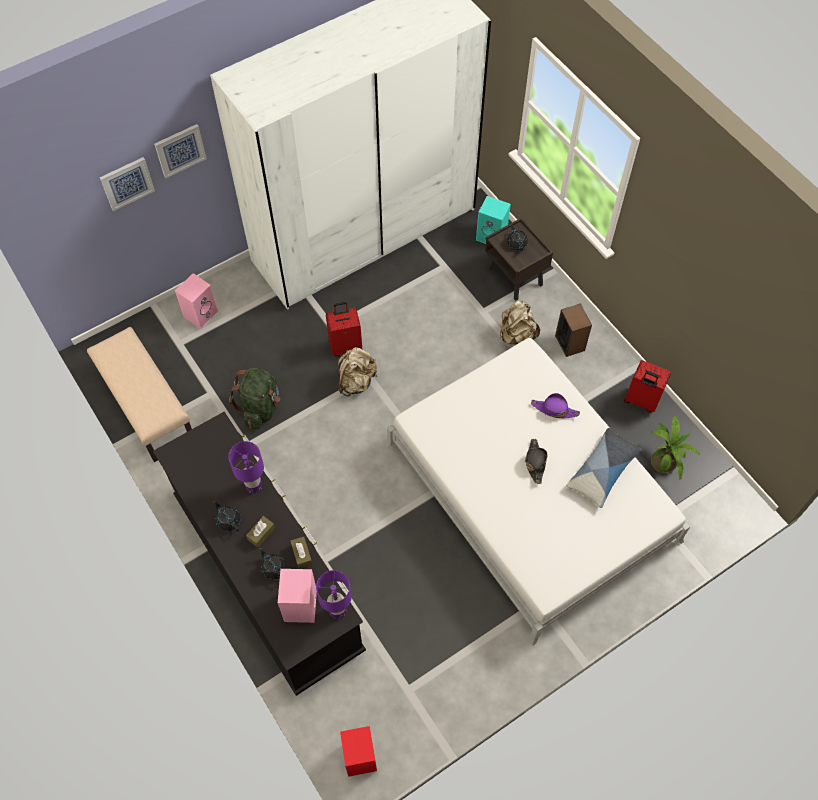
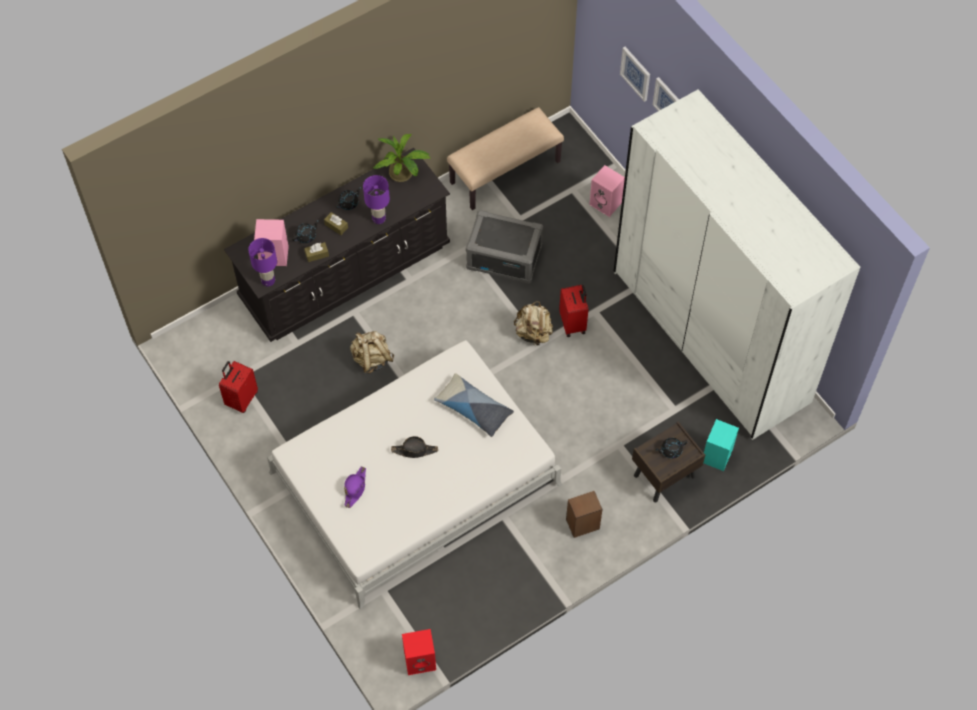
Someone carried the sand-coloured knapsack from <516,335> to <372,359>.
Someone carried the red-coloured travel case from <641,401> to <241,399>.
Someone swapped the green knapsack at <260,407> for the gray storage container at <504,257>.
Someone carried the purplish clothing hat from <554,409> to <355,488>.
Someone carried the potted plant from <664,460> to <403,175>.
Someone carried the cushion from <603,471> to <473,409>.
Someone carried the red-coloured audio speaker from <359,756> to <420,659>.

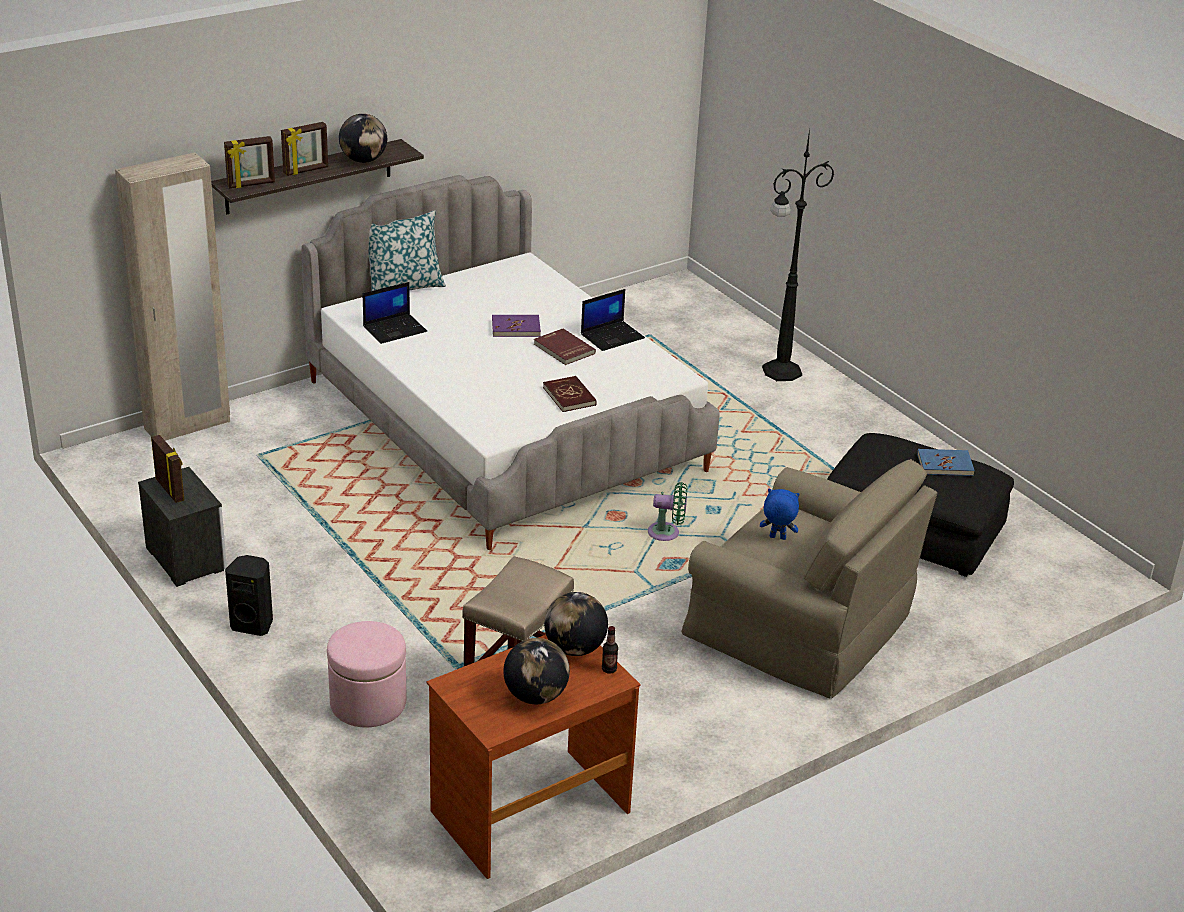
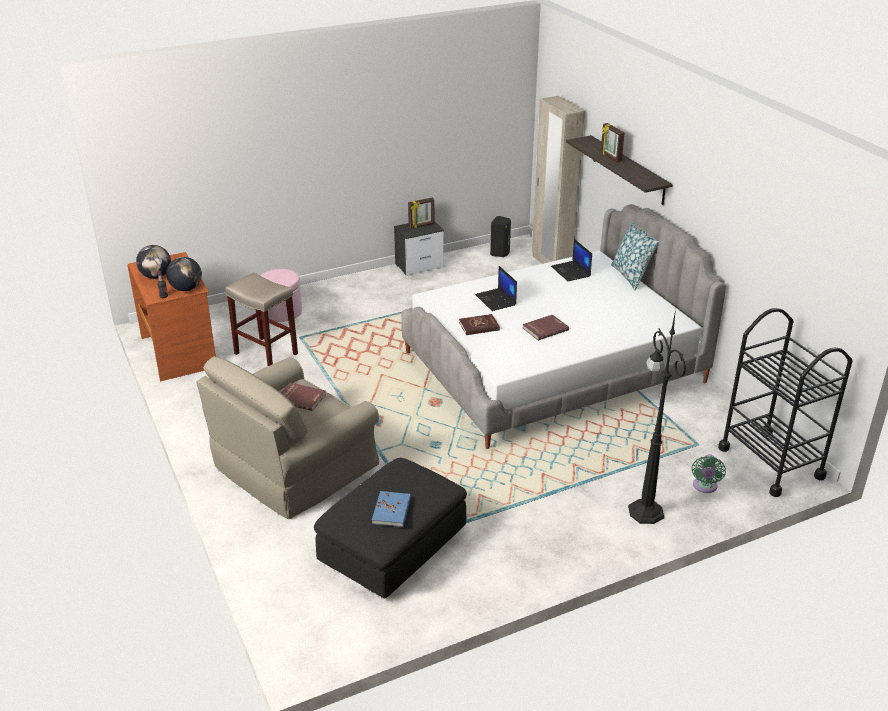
Someone took away the world globe at <363,160>.
Someone took away the standing frame at <251,184>.
Someone carried the notebook computer from <612,336> to <496,300>.
Someone took away the purplish bound book at <516,328>.
Someone carried the green fan from <667,533> to <704,487>.
Someone swapped the bluish soft toy at <777,538> for the red-coloured bound book at <301,398>.
Someone carried the blackish audio speaker from <253,624> to <500,253>.
Someone put down the blackish cart at <770,462>.

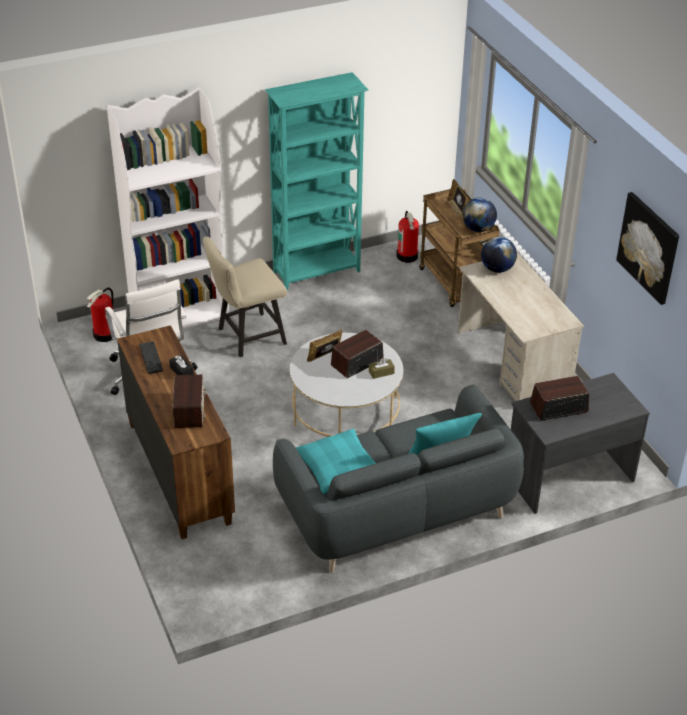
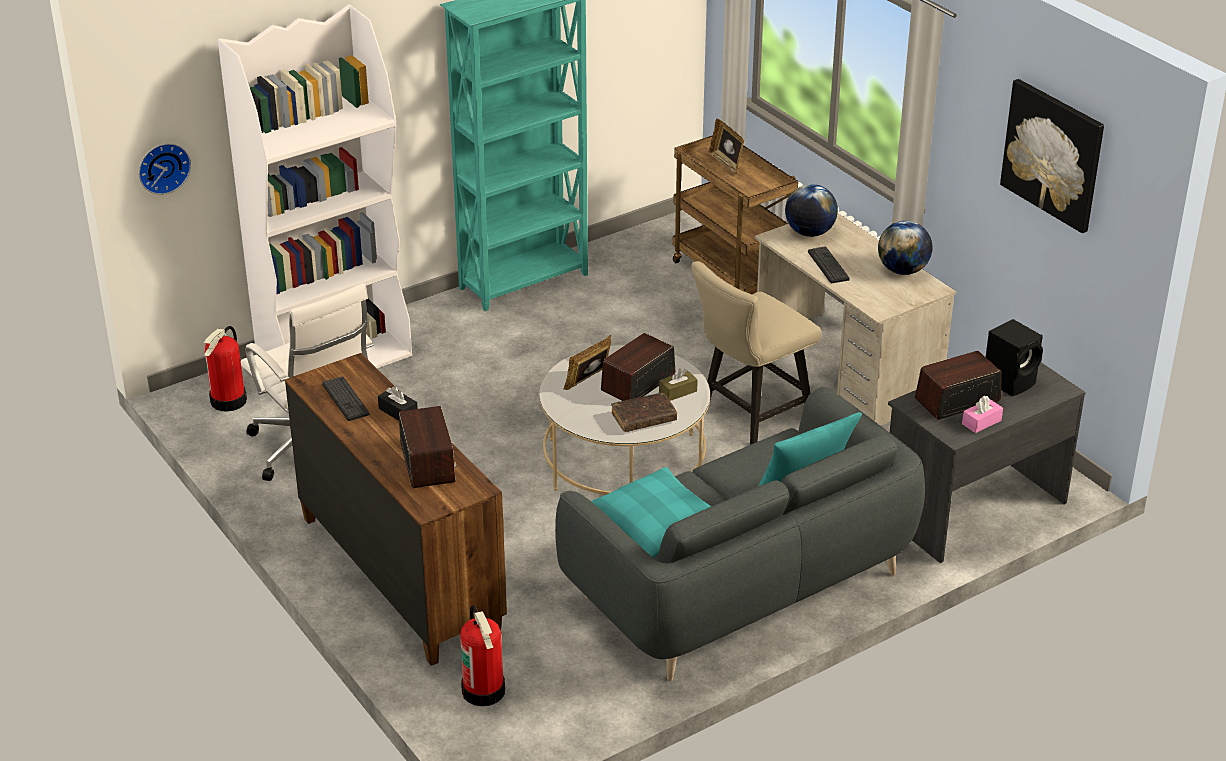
Someone carried the world globe from <478,229> to <903,270>.
Someone carried the fire extinguisher from <407,256> to <484,691>.
Someone carried the sand-coloured plain chair from <247,337> to <749,416>.
Someone put up the clock on the wall at <163,167>.
Someone put down the computer keyboard at <828,265>.
Someone put down the blackish audio speaker at <1010,381>.
Someone put down the brown bound book at <644,418>.
Someone put down the pink-coloured box of tissues at <981,422>.

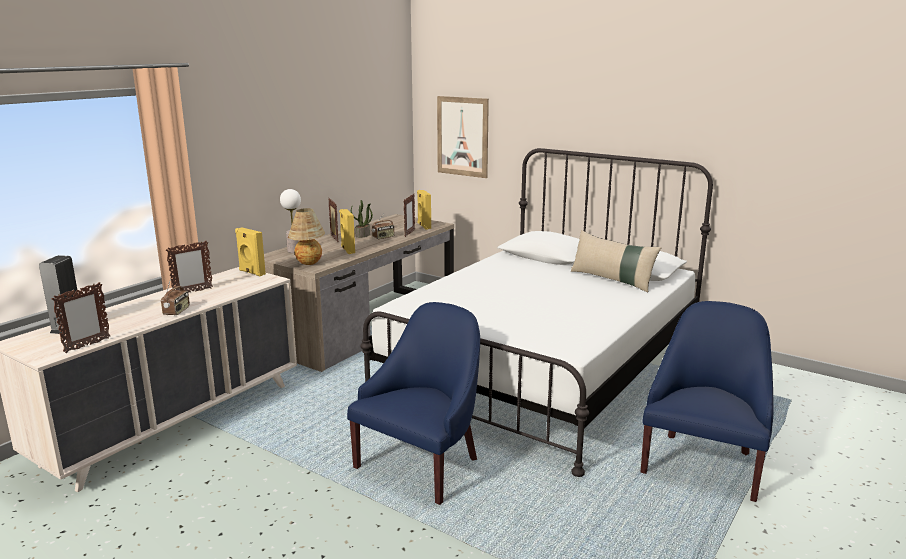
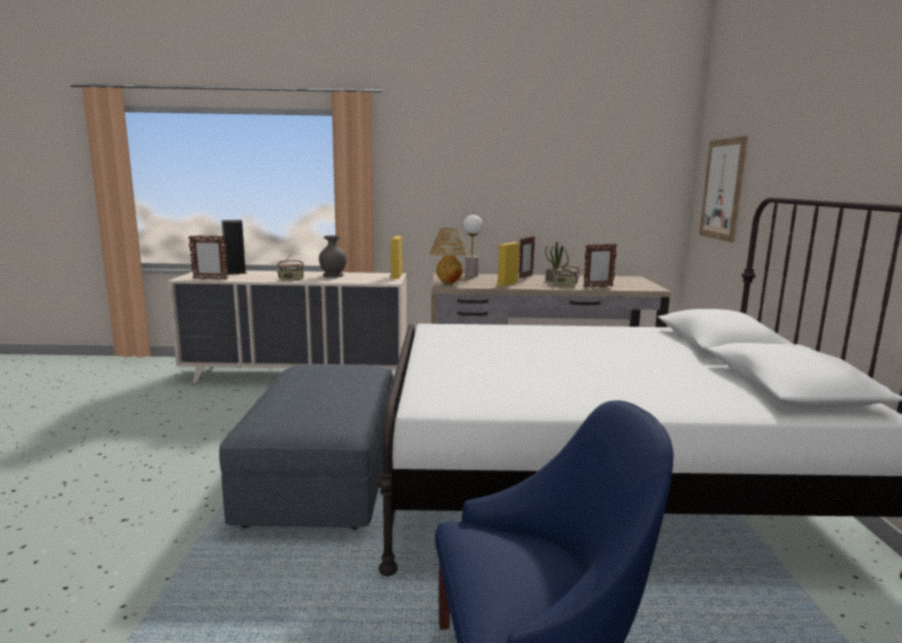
Someone took away the yellow audio speaker at <423,226>.
Someone took away the sand-coloured cushion at <612,280>.
Someone swapped the standing frame at <192,292> for the gray decorative vase at <333,275>.
Someone swapped the bluish easy chair at <422,464> for the gray pouffe at <323,475>.

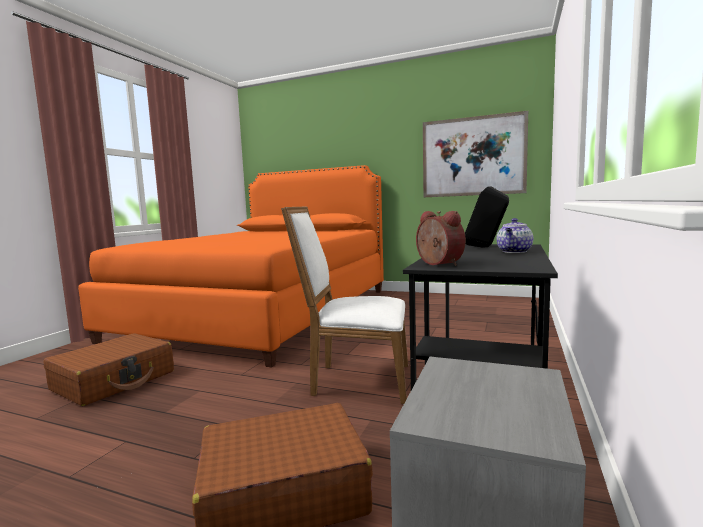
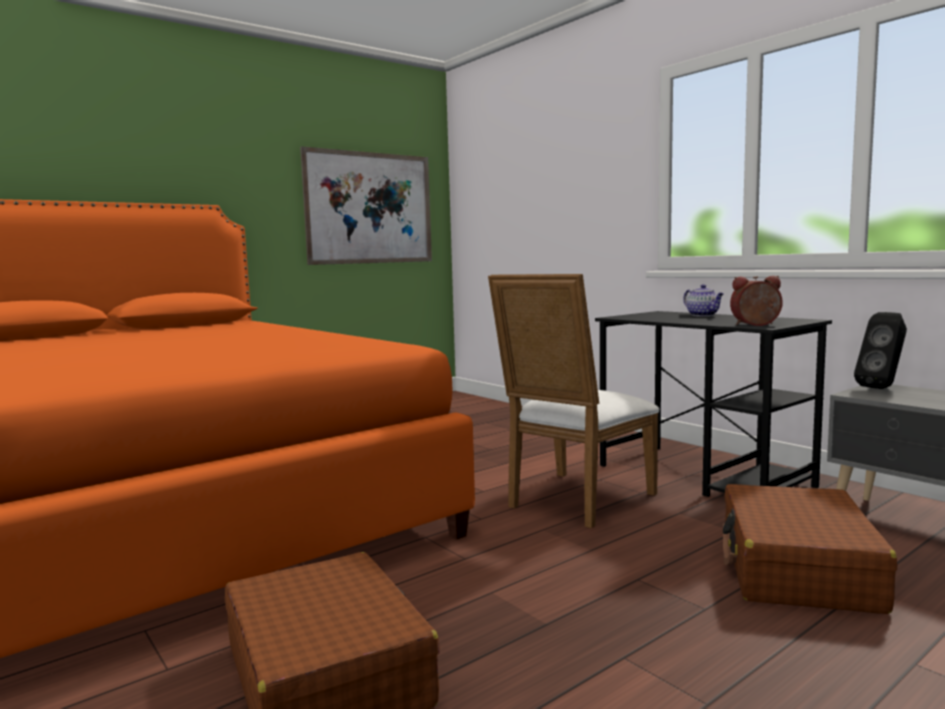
Someone carried the blackish audio speaker from <485,247> to <882,388>.

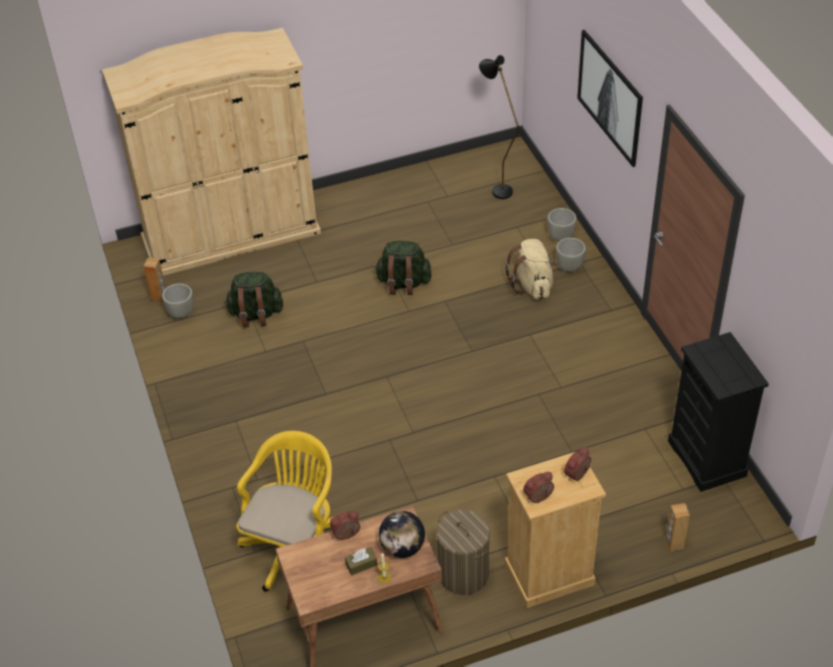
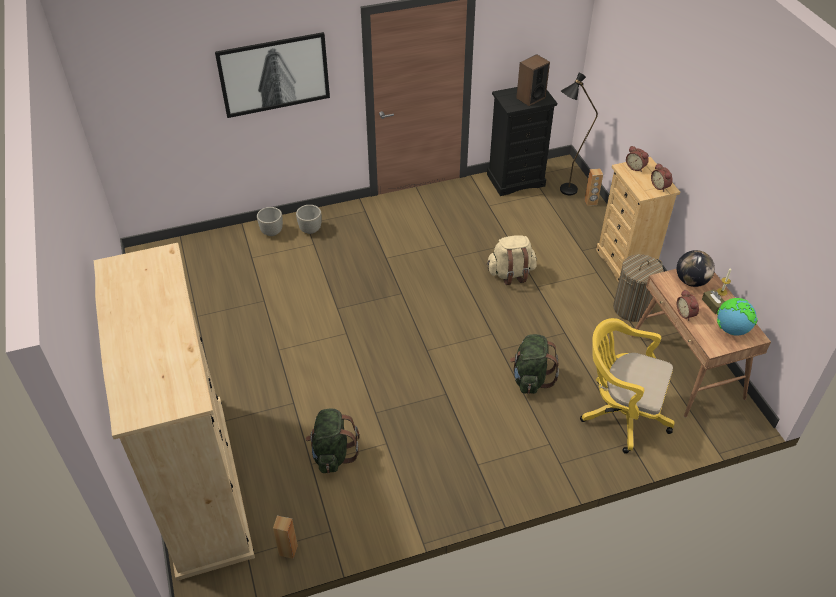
Someone carried the blackish standard lamp from <497,188> to <563,192>.
Someone carried the sand-coloured knapsack from <532,285> to <510,273>.
Someone carried the green knapsack from <403,283> to <530,378>.
Someone took away the gray plant pot at <181,313>.
Someone put down the audio speaker at <530,98>.
Someone put down the world globe at <731,329>.

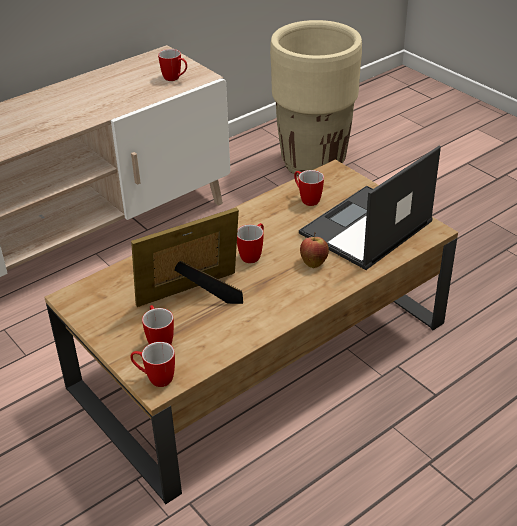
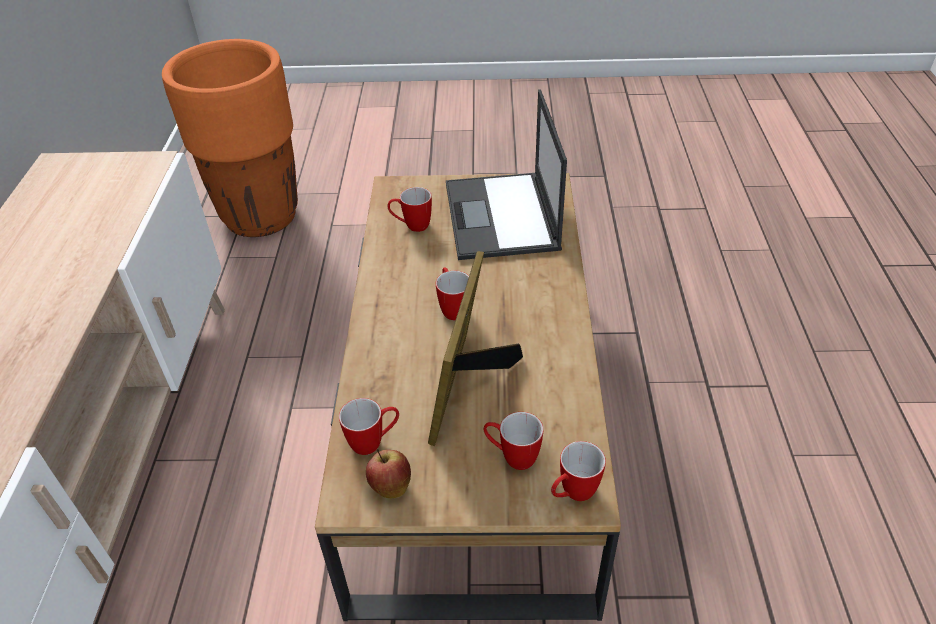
Someone repainted the sand-coloured plant pot at <313,164>, which became the orangey plant pot at <261,216>.
Someone carried the mug from <175,79> to <374,442>.
Someone carried the apple from <313,262> to <390,486>.

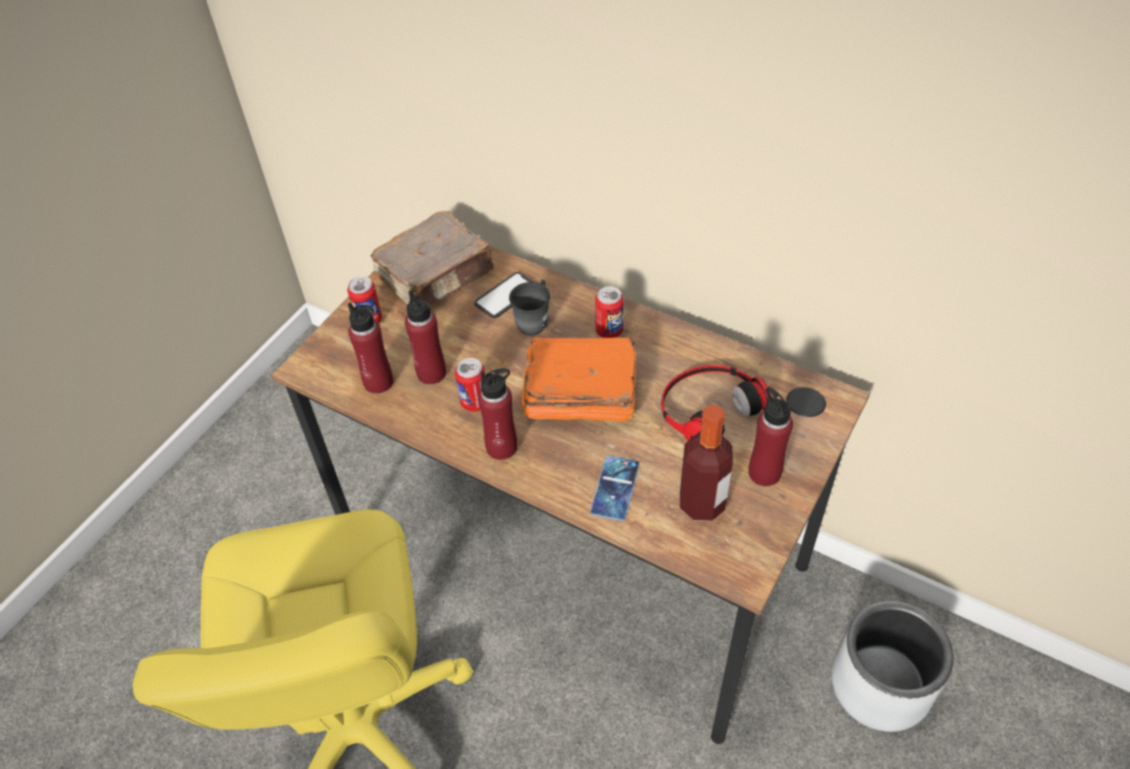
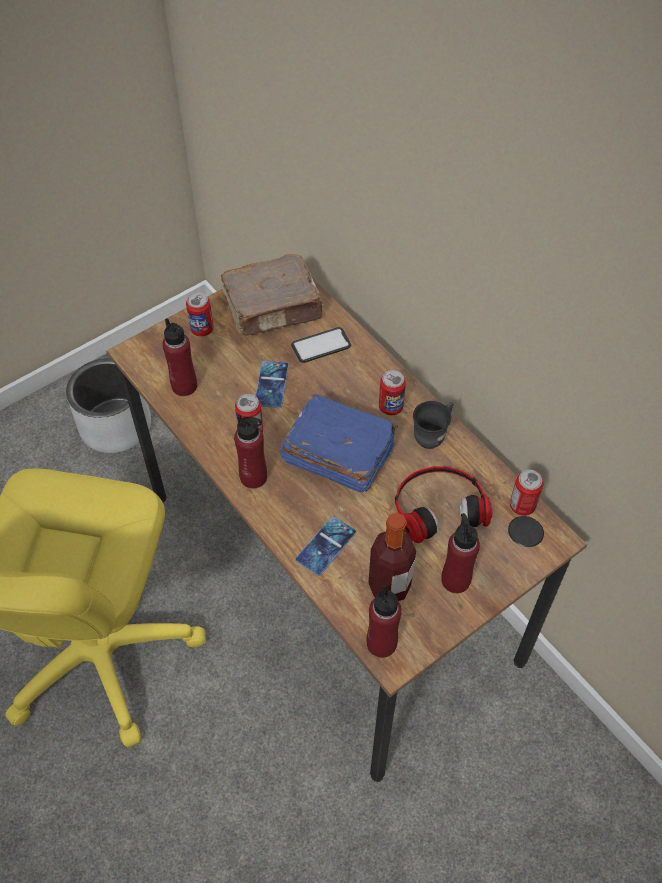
Someone carried the gray mug from <535,321> to <433,435>.
Someone carried the red-coloured drink bottle from <431,373> to <381,643>.
Someone repainted the orangey bound book at <578,393>, which became the bluish bound book at <337,453>.
Someone carried the gray plant pot from <881,686> to <116,426>.
Someone put down the handset at <271,384>.
Someone put down the metal can at <522,506>.

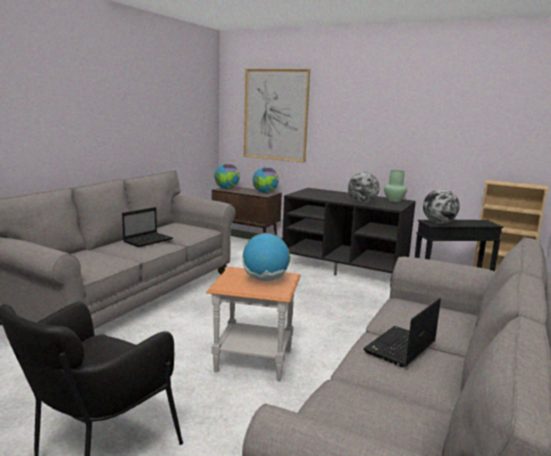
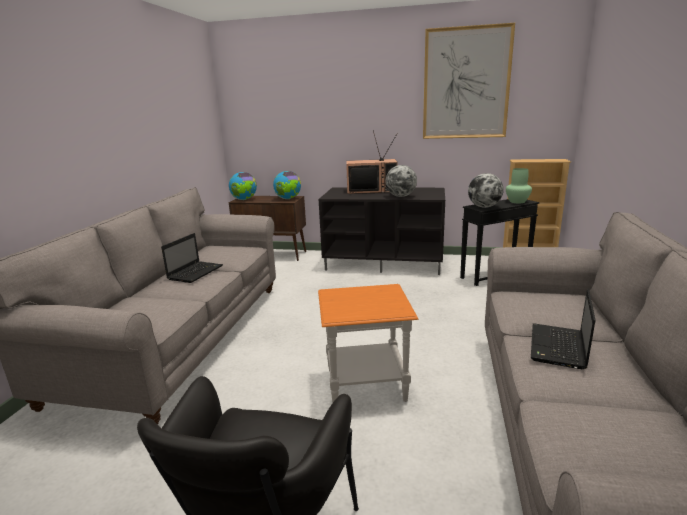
Someone carried the wall art from <275,115> to <466,84>.
Someone carried the green decorative vase from <394,200> to <517,201>.
Someone took away the world globe at <265,279>.
Someone put down the television at <372,190>.

